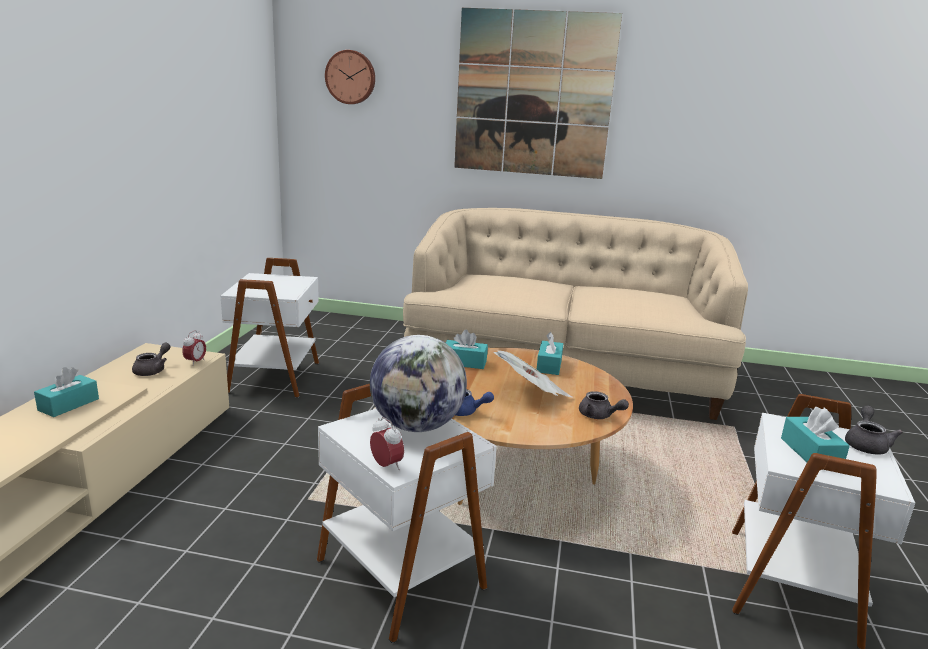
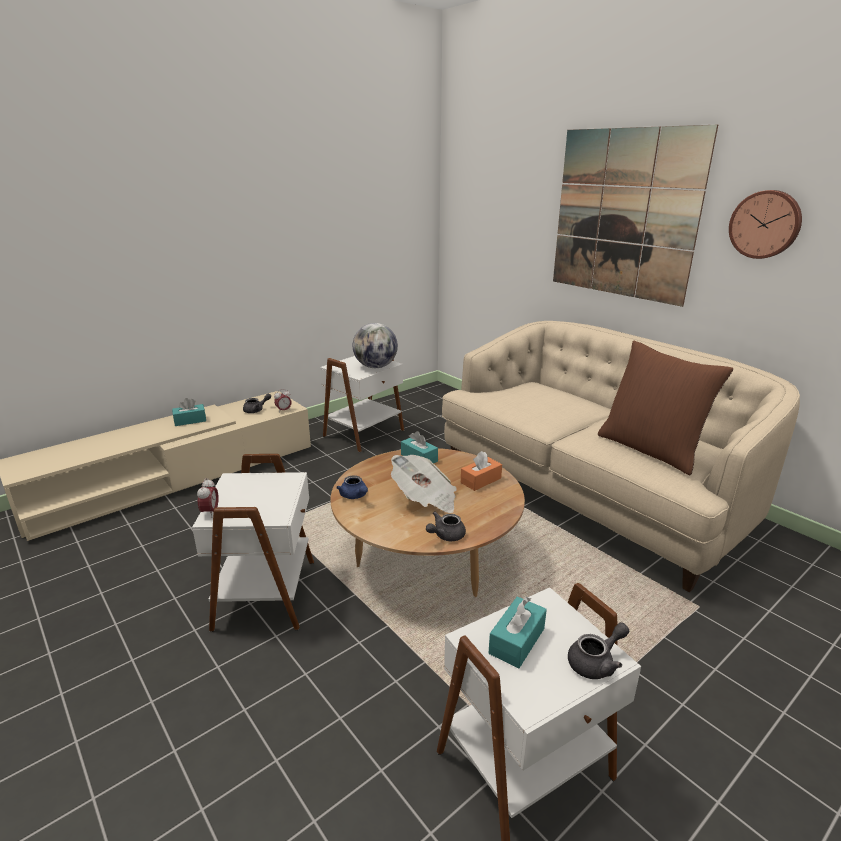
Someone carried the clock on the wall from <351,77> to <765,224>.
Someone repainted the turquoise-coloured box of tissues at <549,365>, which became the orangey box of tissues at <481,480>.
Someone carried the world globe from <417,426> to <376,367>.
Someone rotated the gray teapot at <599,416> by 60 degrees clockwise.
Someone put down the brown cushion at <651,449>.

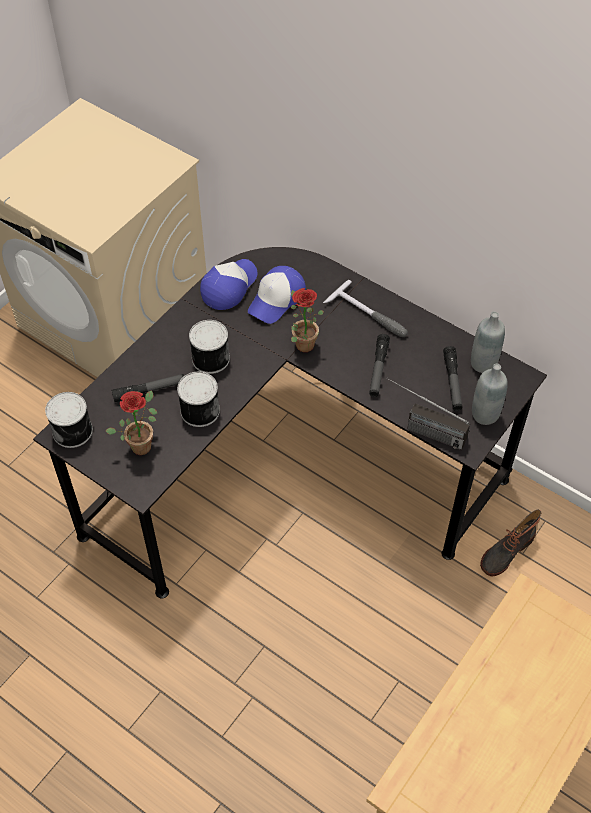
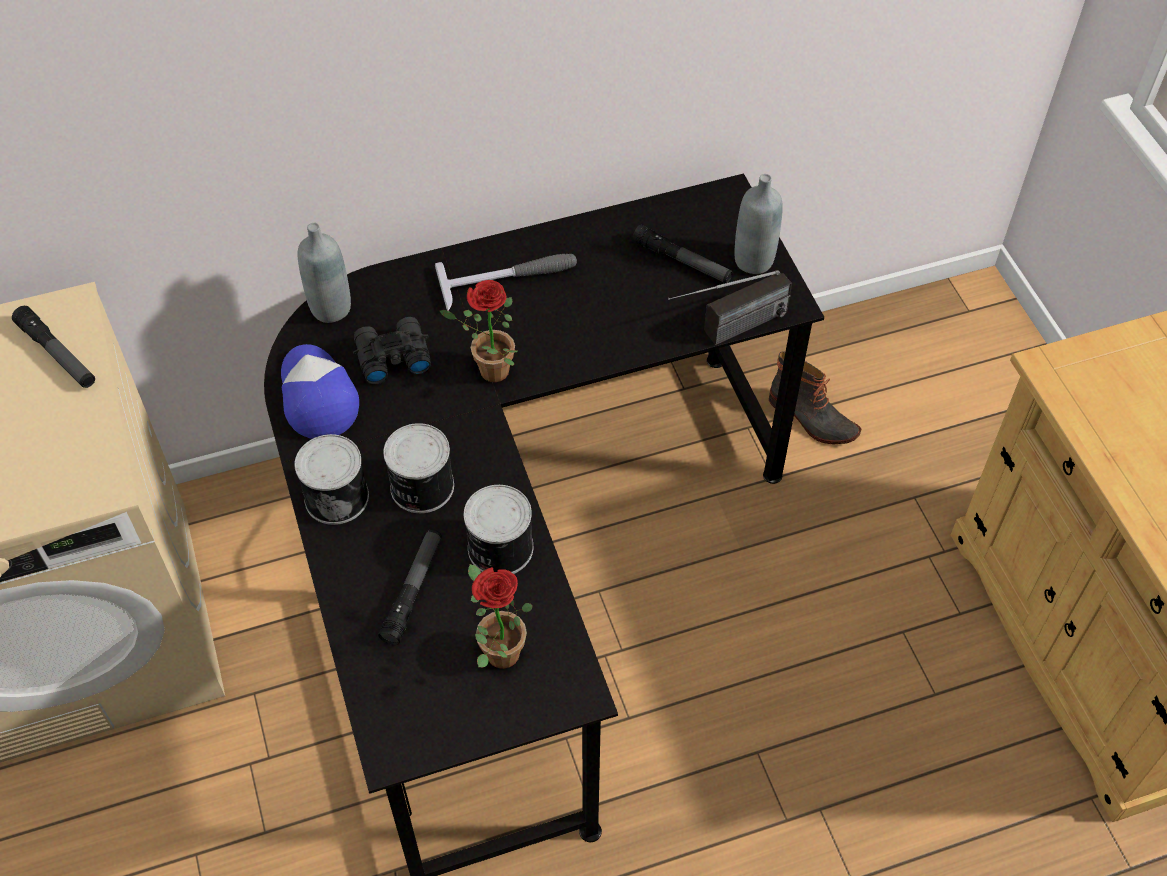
Someone swapped the cap at <277,300> for the blackish binoculars at <391,357>.
Someone carried the gray drink bottle from <483,363> to <331,308>.
Someone carried the torch from <378,369> to <57,354>.
Someone carried the metal can from <73,430> to <337,496>.
Someone rotated the high-top boot at <505,552> by 45 degrees counterclockwise.

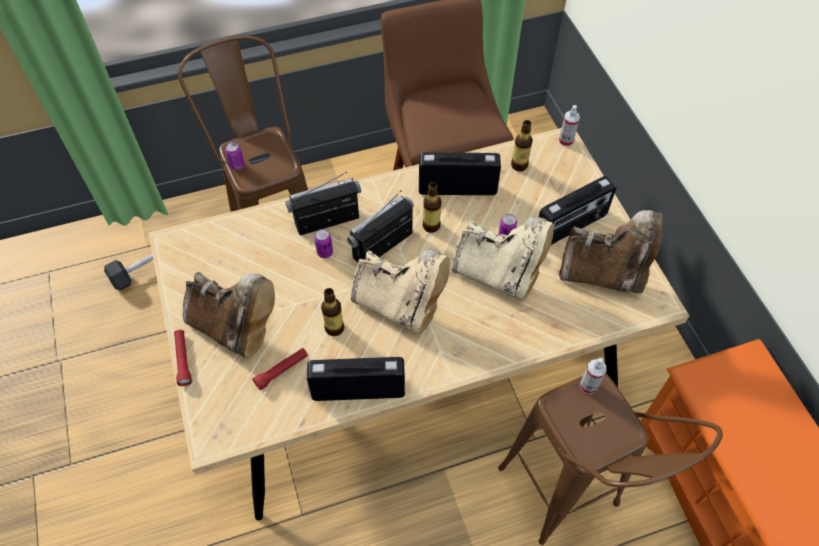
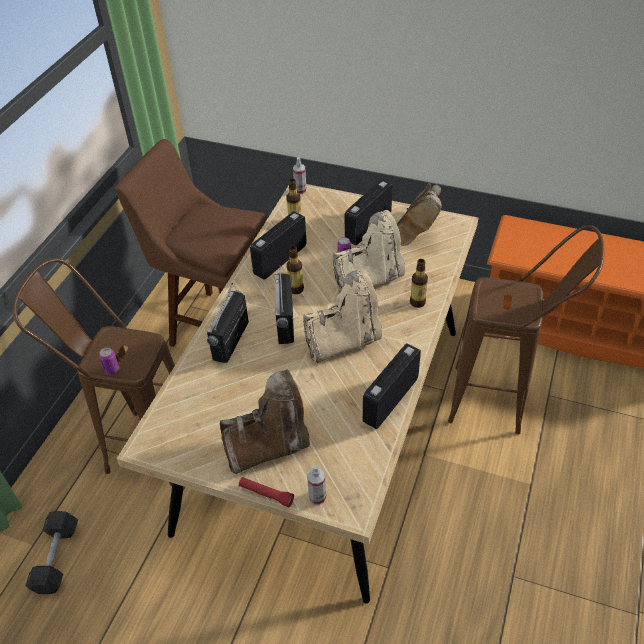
Someone rotated the radio at <571,227> by 150 degrees counterclockwise.
Someone rotated the brown high-top boot at <605,274> by 150 degrees clockwise.
Someone took away the metal can at <325,252>.
Someone carried the drink bottle from <334,328> to <417,302>.
Someone took away the red-coloured torch at <282,371>.
Someone carried the spray bottle from <588,386> to <317,497>.

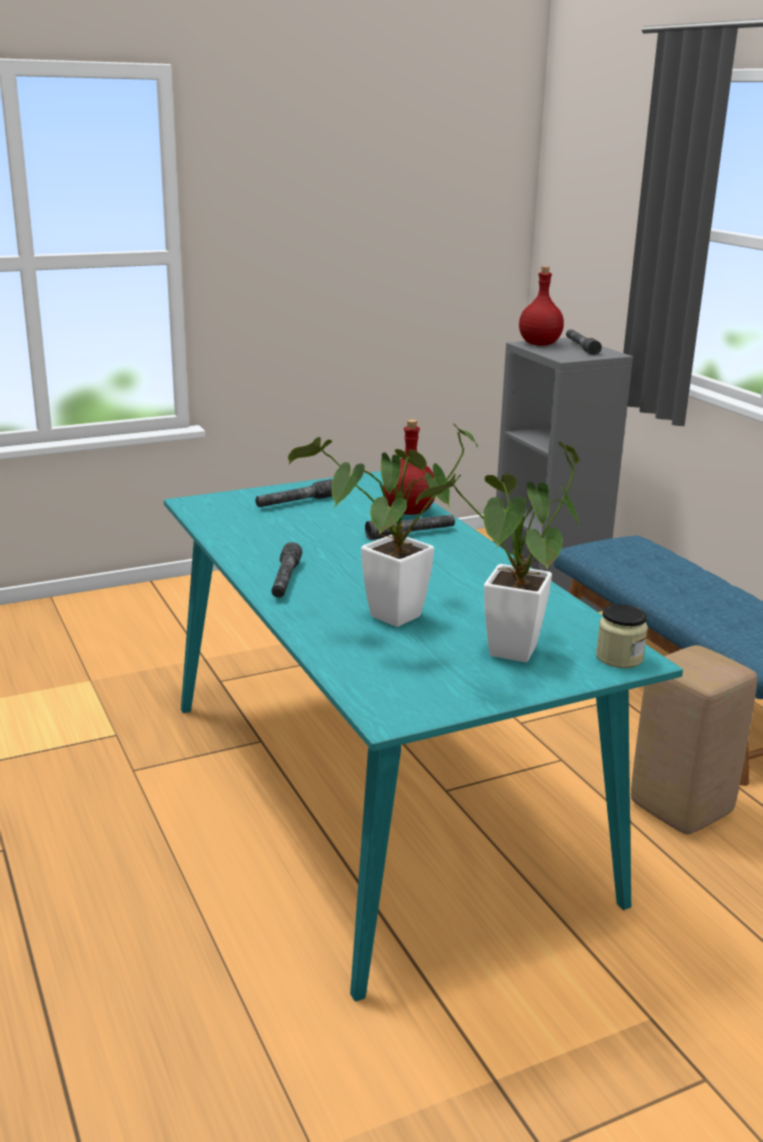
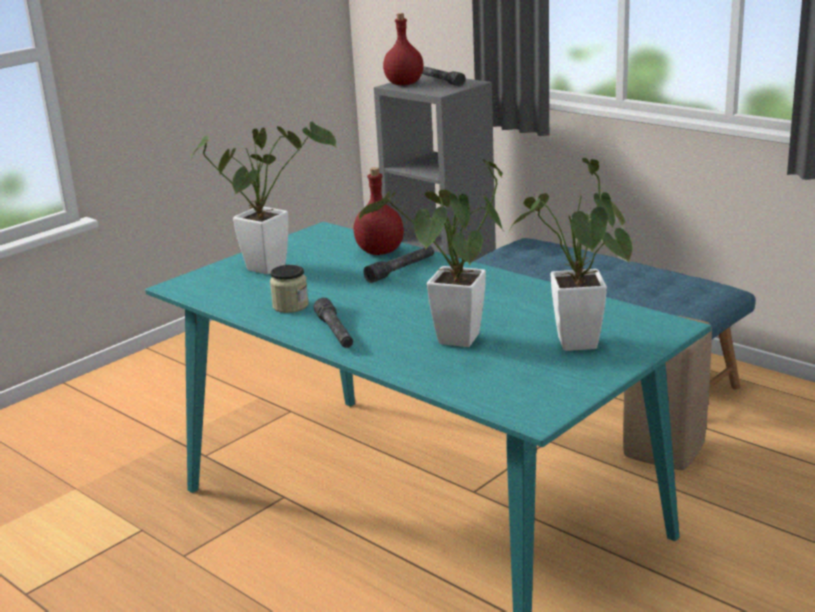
Someone swapped the gray torch at <295,502> for the potted plant at <273,265>.
Someone carried the storage jar from <619,658> to <290,306>.

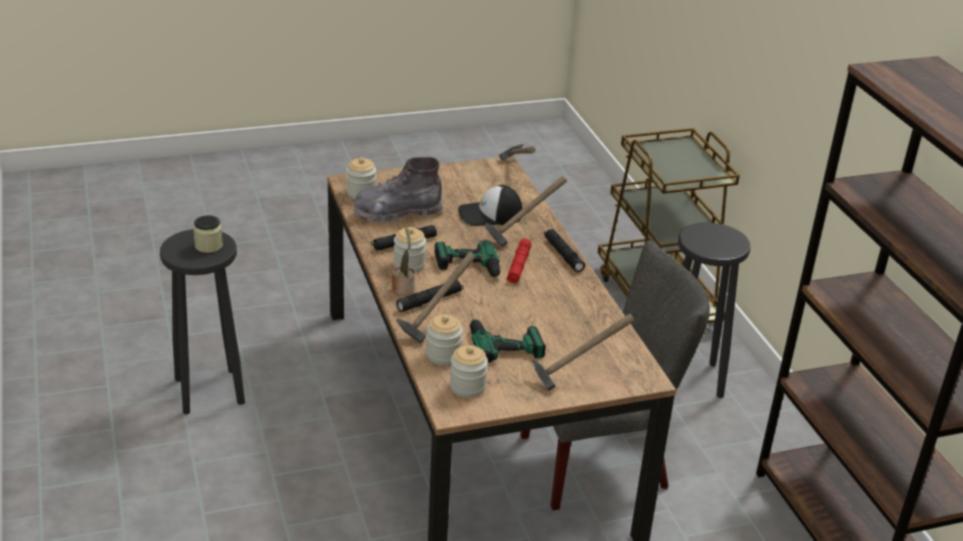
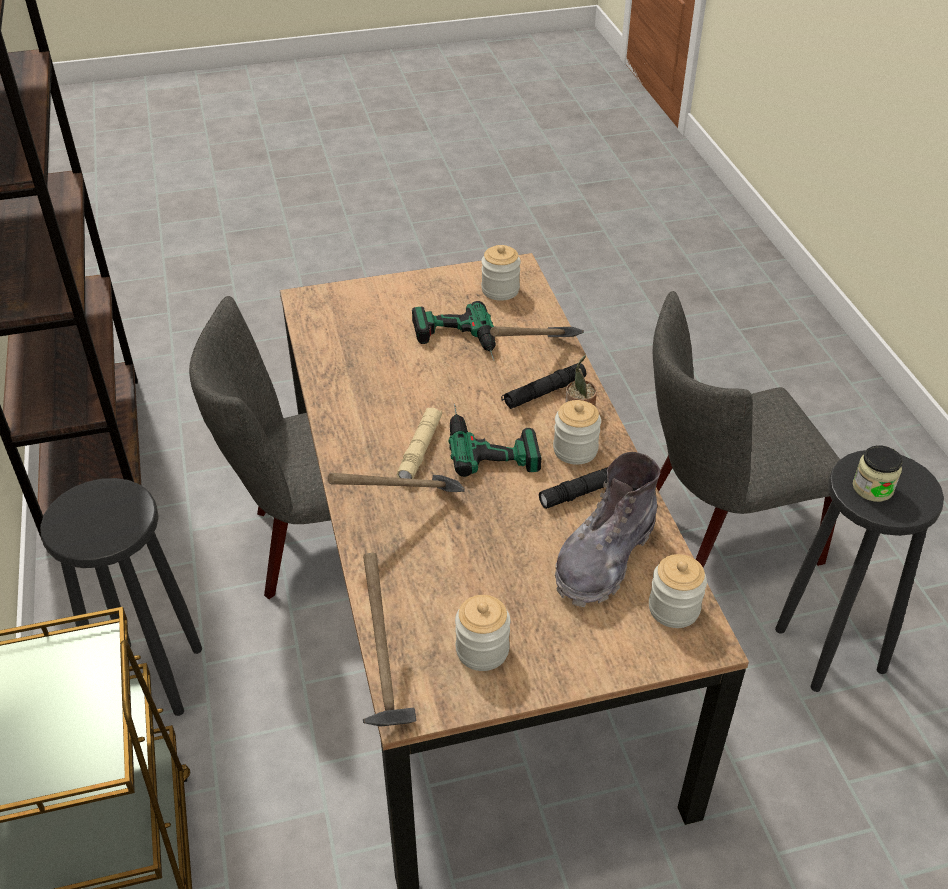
Someone rotated the gray high-top boot at <397,212> by 135 degrees clockwise.
Someone took away the cap at <490,214>.
Someone took away the blackish torch at <563,255>.
Someone repainted the red-coloured torch at <518,266>, which became the sand-coloured torch at <420,449>.
Someone carried the storage jar from <443,355> to <482,650>.
Someone took away the tool hammer at <577,376>.
Someone put down the gray plain chair at <717,534>.

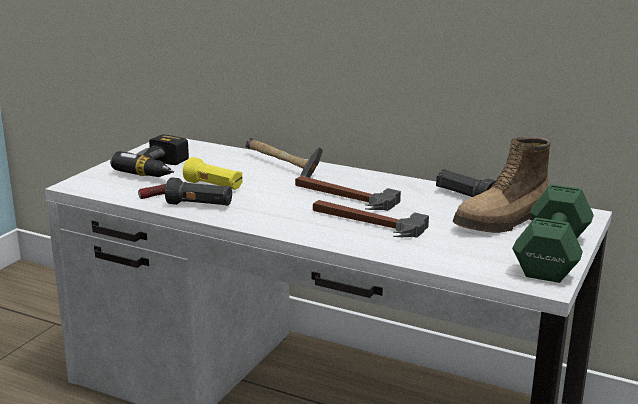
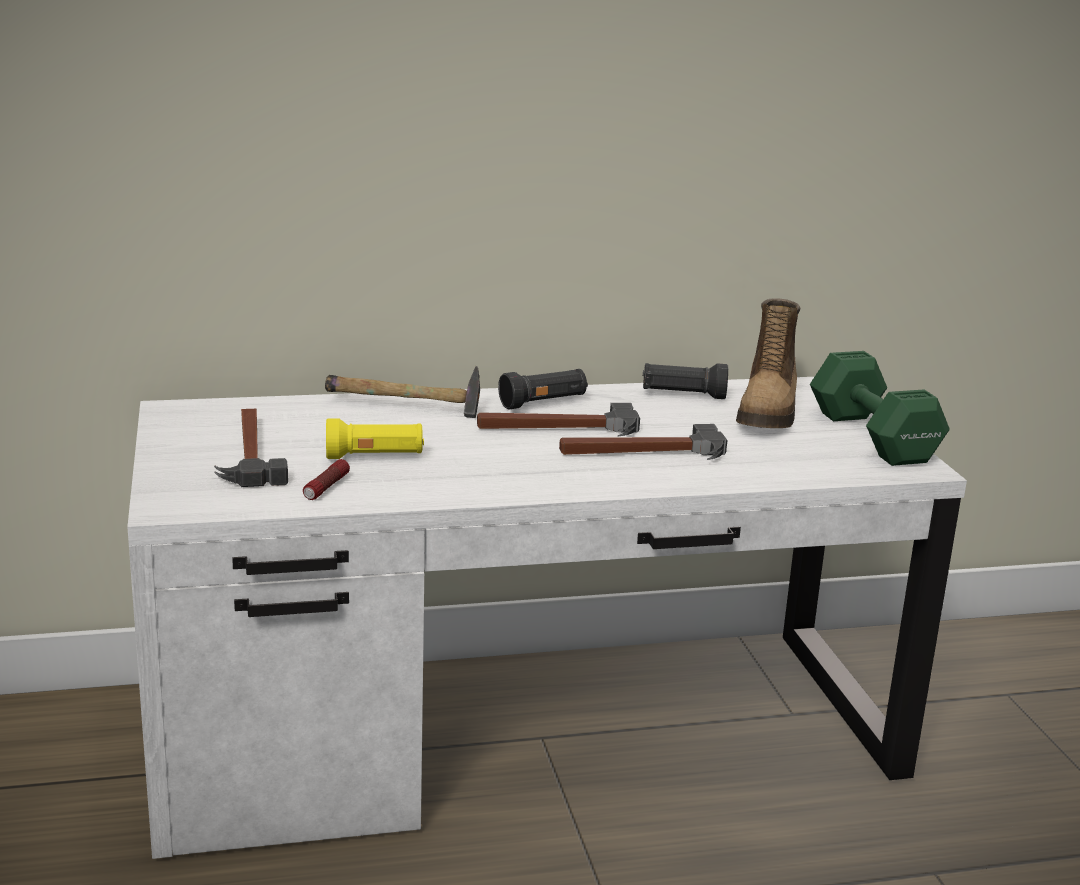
Someone swapped the electric drill at <161,169> for the tool hammer at <250,452>.
Someone carried the blackish torch from <200,205> to <543,403>.

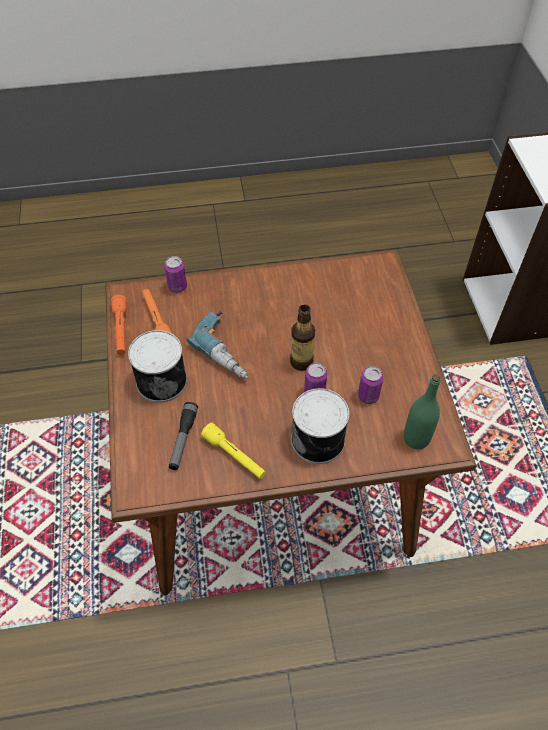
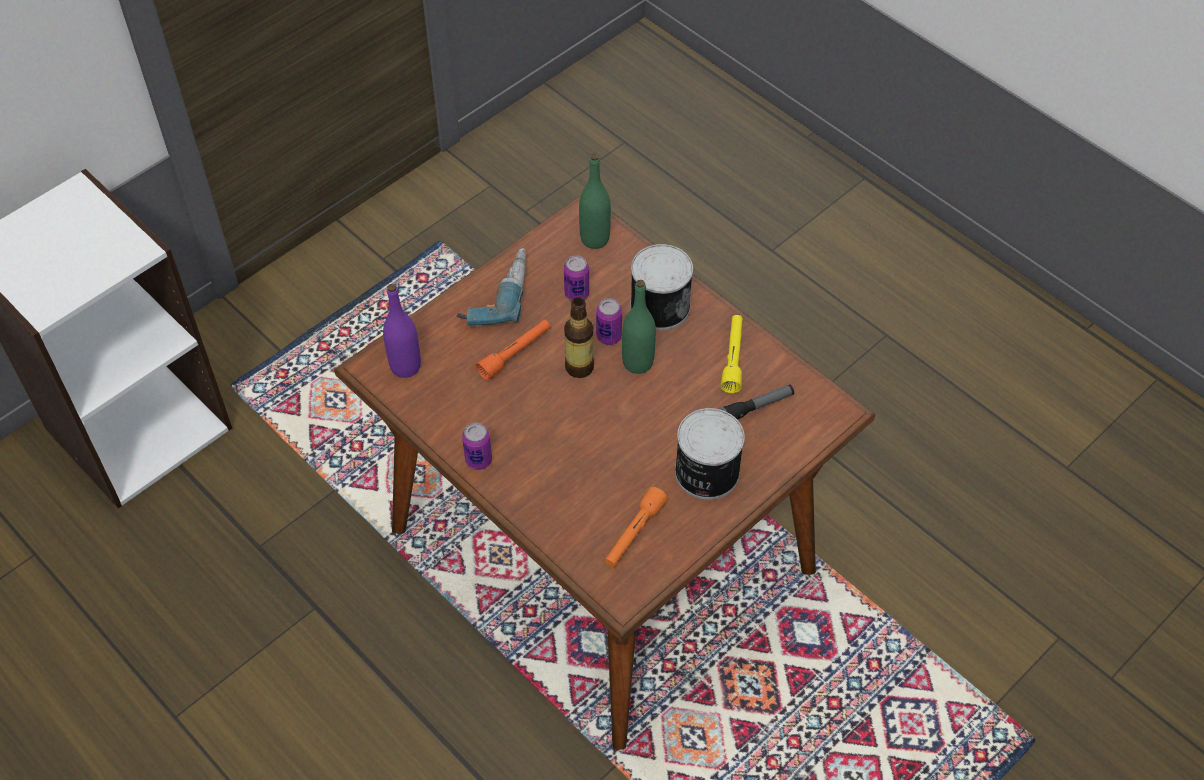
Someone carried the metal can from <177,287> to <478,460>.
Someone carried the orangey torch from <121,330> to <515,354>.
Someone carried the electric drill from <228,350> to <495,293>.
Someone put down the green drink bottle at <637,362>.
Someone put down the purplish drink bottle at <405,366>.

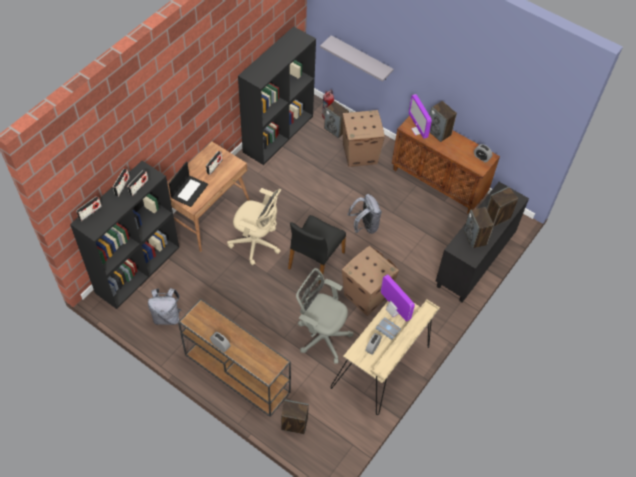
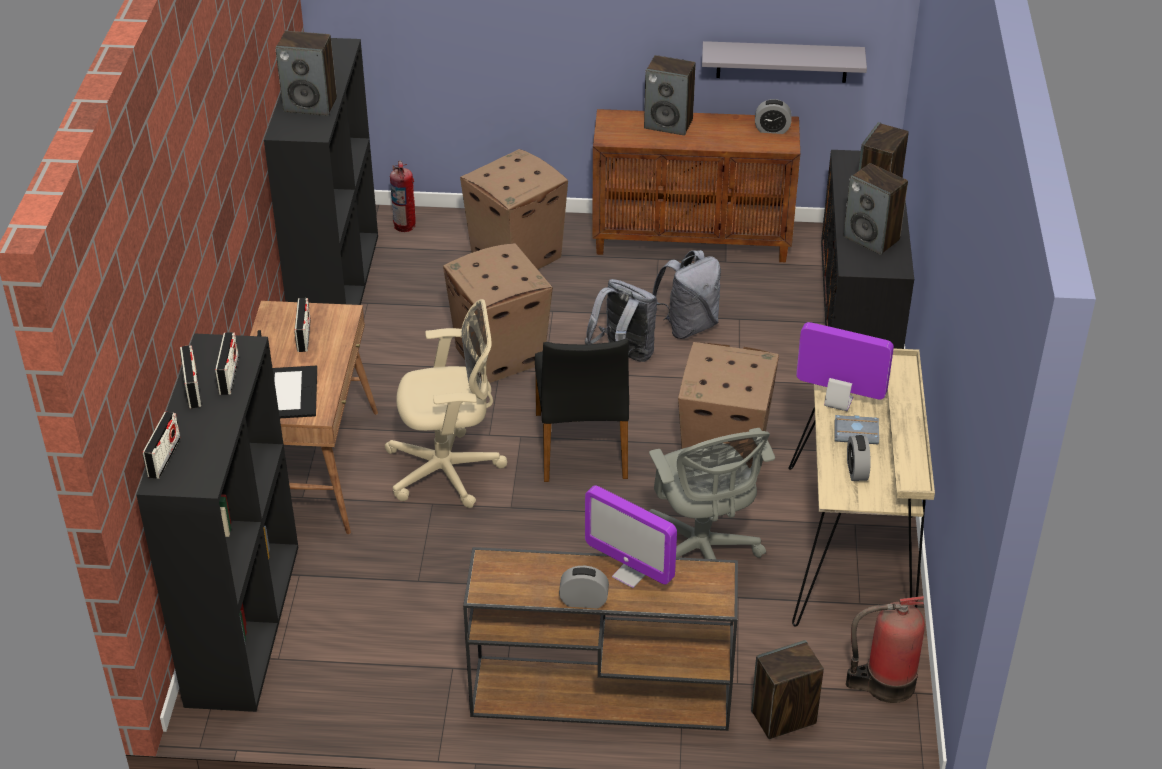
Someone carried the gray wall shelf from <361,58> to <782,61>.
Someone carried the computer display from <418,130> to <630,574>.
Someone carried the audio speaker from <336,129> to <311,105>.
Someone rotated the gray computer chair at <321,336> by 105 degrees counterclockwise.
Someone carried the gray knapsack from <167,316> to <688,326>.
Someone put down the cardboard box at <500,356>.
Someone put down the fire extinguisher at <885,683>.

